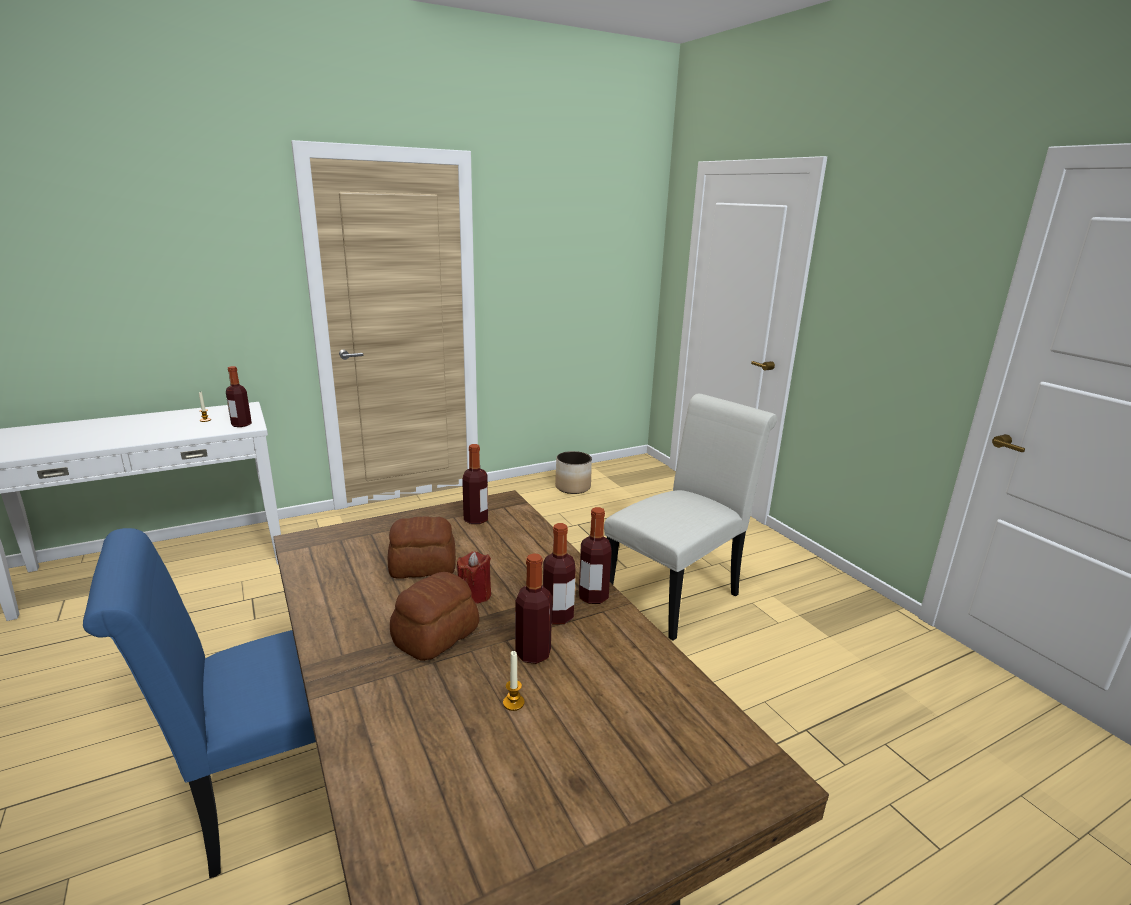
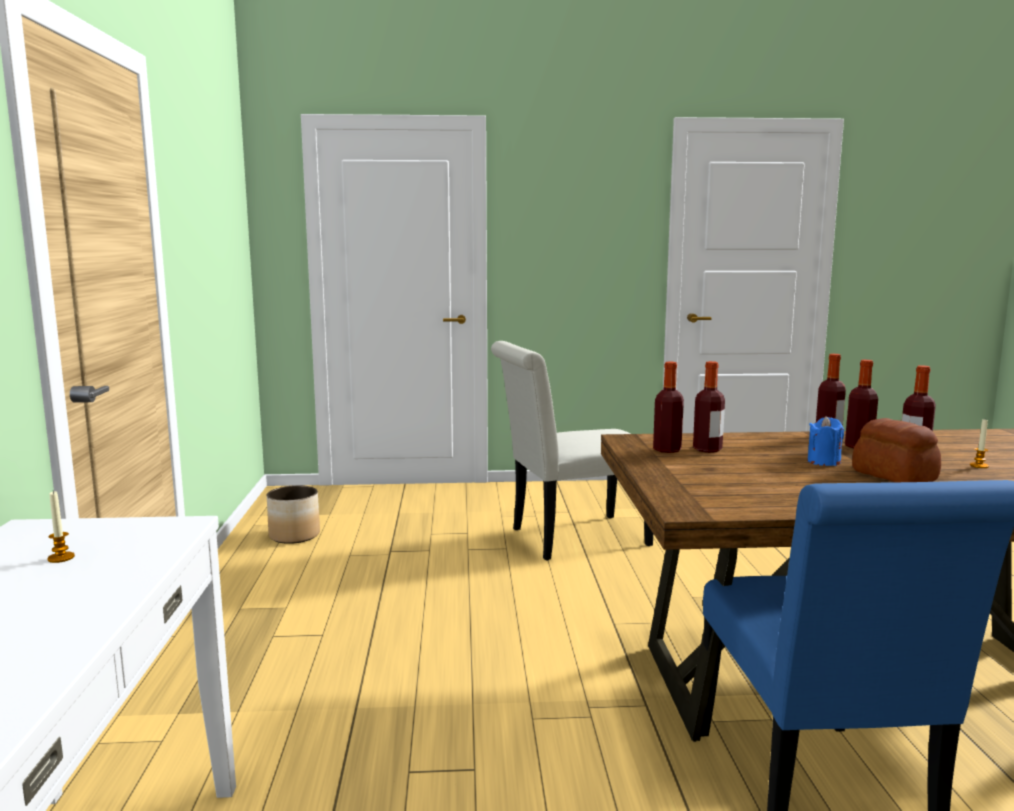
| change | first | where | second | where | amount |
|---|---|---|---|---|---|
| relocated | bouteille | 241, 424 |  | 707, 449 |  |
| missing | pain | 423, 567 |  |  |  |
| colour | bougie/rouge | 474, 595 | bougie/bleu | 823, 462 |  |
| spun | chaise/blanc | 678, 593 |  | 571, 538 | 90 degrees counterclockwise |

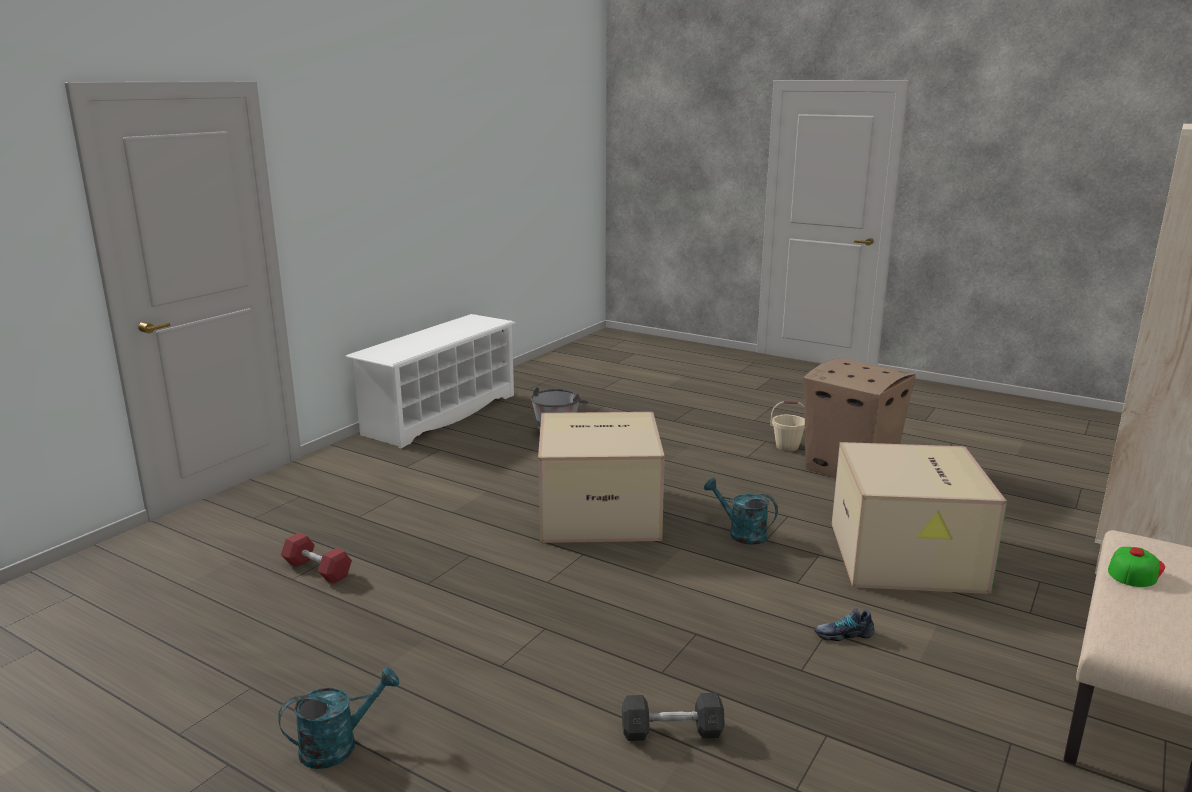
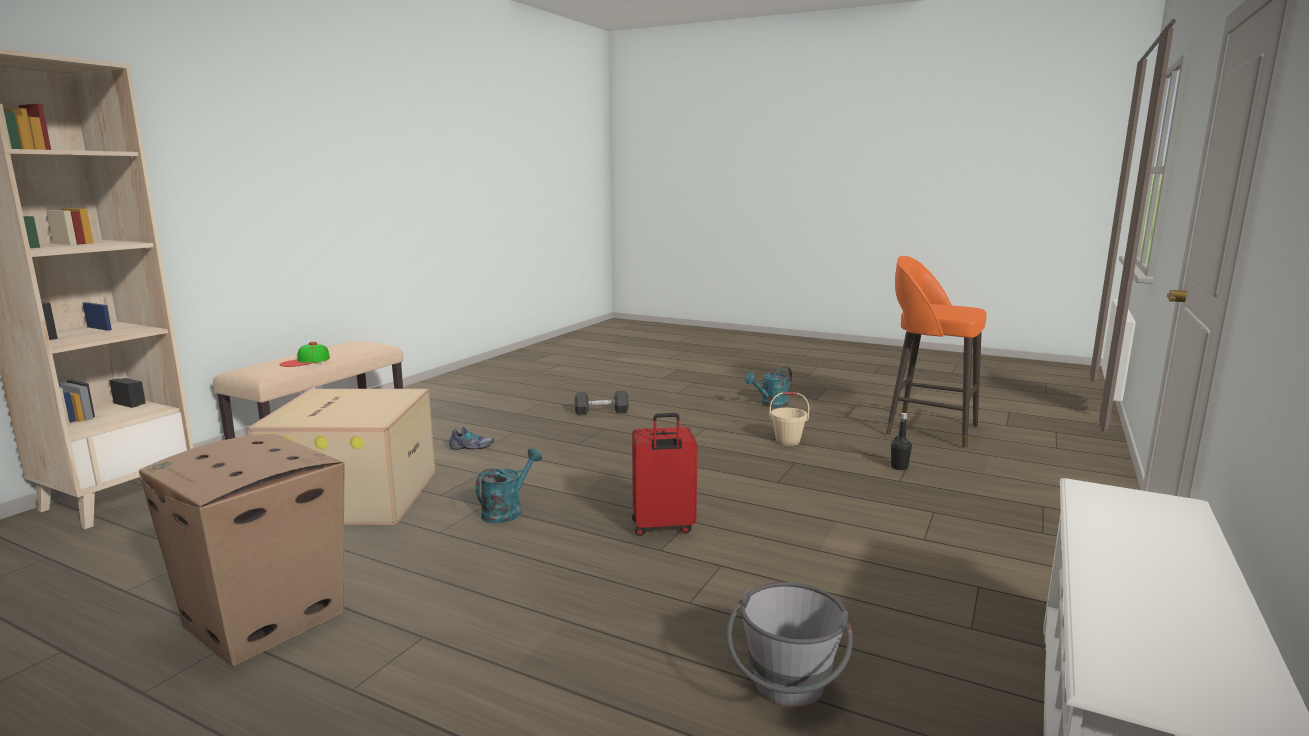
| change | first | where | second | where | amount |
|---|---|---|---|---|---|
| exchanged | haltère/rouge | 317, 569 | bouteille/noir | 899, 467 |  |
| exchanged | carton | 601, 512 | valise/rouge | 663, 527 |  |
| spun | arrosoir/turquoise | 741, 533 |  | 507, 511 | 90 degrees counterclockwise |
| relocated | seau/beige | 787, 447 |  | 788, 441 |  |
| appeared |  |  | tabouret/orange | 928, 429 |  |

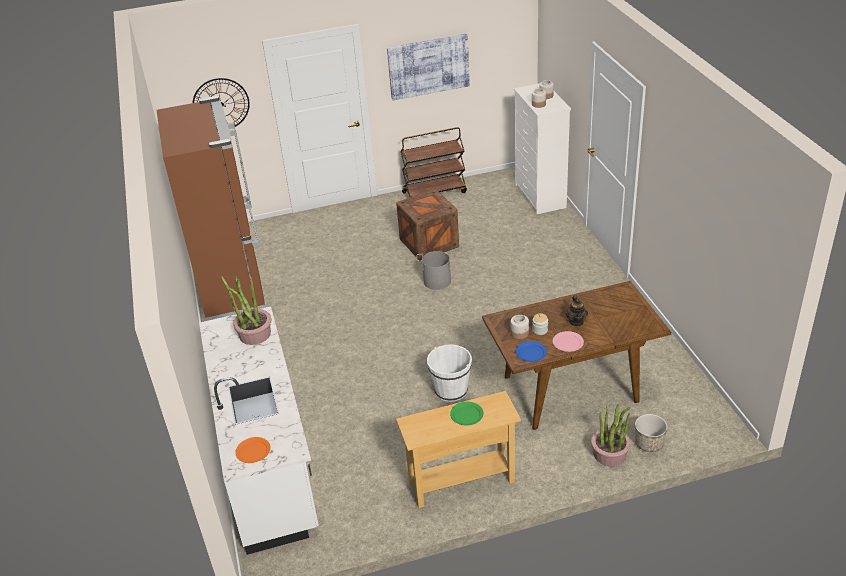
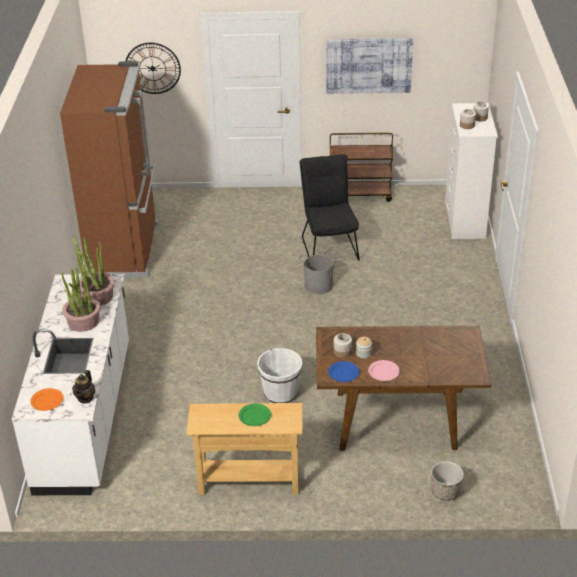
| change | first | where | second | where | amount |
|---|---|---|---|---|---|
| exchanged | caisse | 429, 243 | chaise/noir | 329, 246 |  |
| relocated | théière | 576, 321 |  | 85, 398 |  |
| relocated | plante en pot | 610, 454 |  | 83, 322 |  |

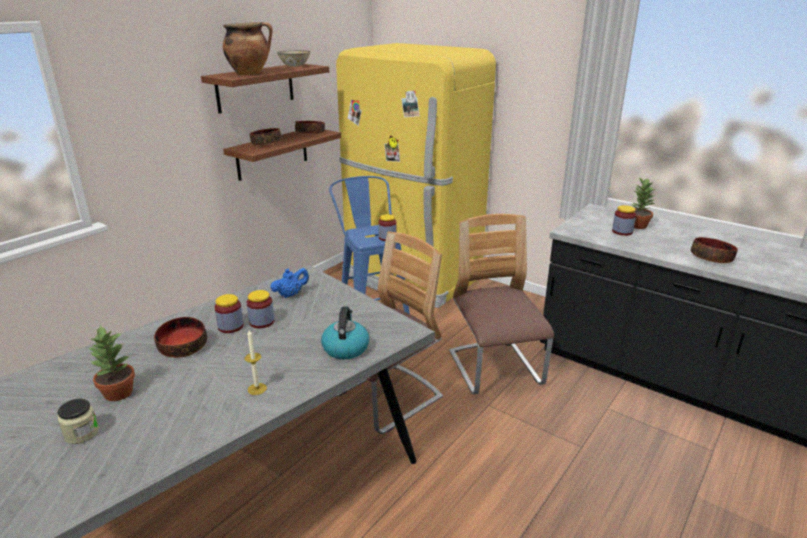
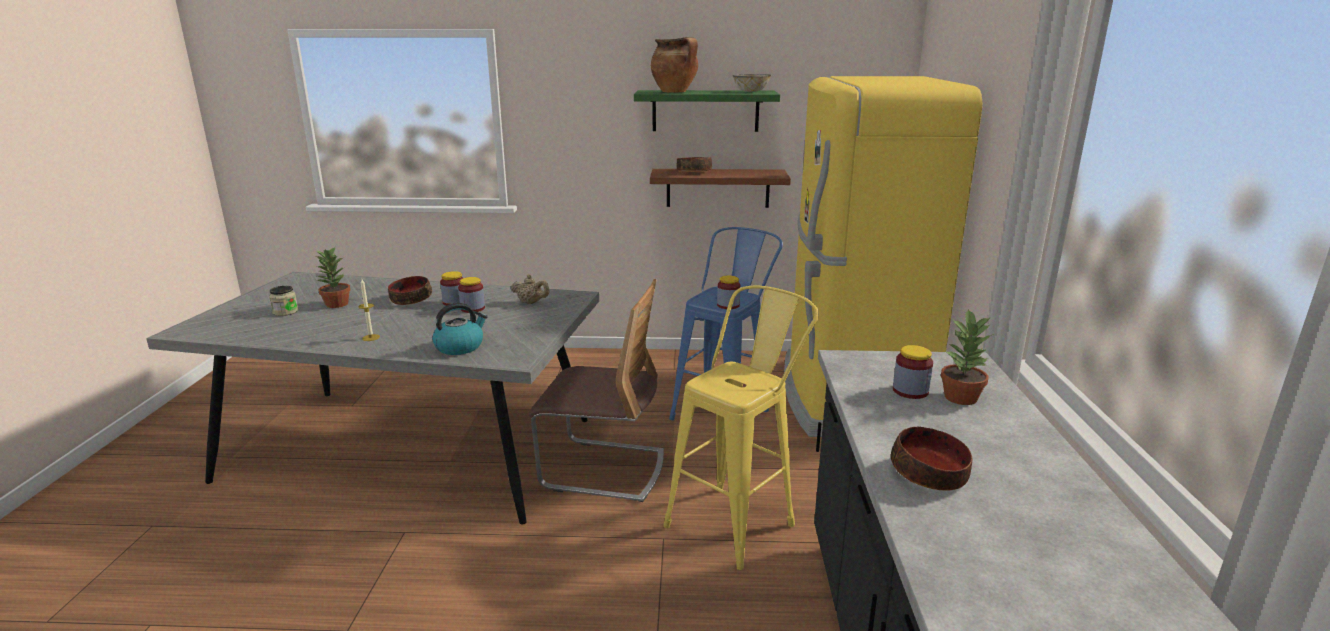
| change | first | where | second | where | amount |
|---|---|---|---|---|---|
| colour | étagère/marron | 255, 87 | étagère/vert | 705, 111 |  |
| colour | théière/bleu | 290, 294 | théière/beige | 531, 303 |  |
| missing | bol | 310, 134 |  |  |  |
| exchanged | chaise | 494, 369 | tabouret/jaune | 738, 520 |  |

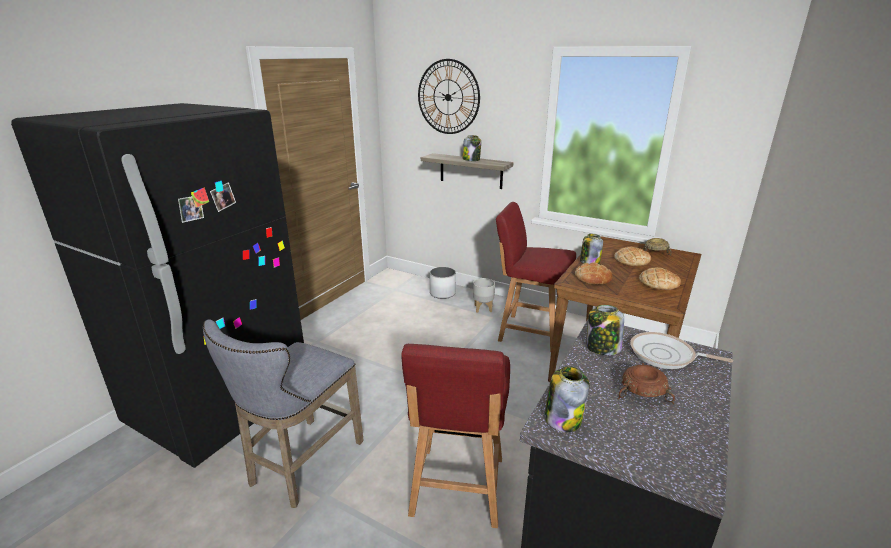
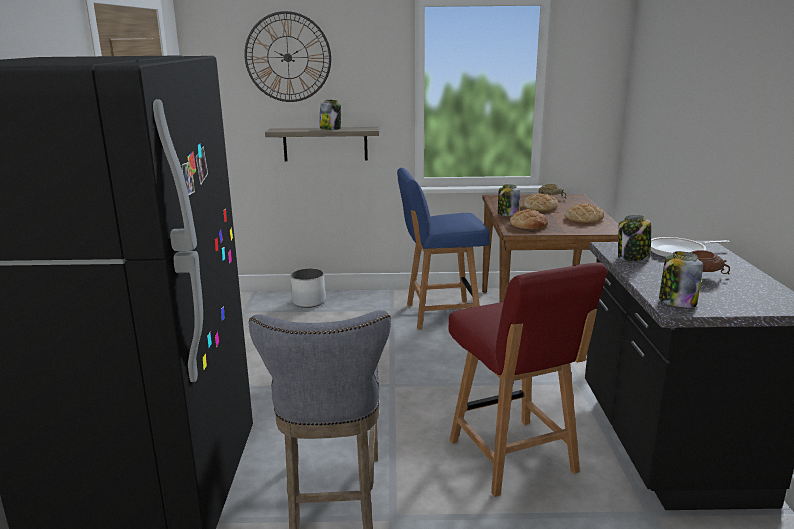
| change | first | where | second | where | amount |
|---|---|---|---|---|---|
| missing | cache-pot/gris | 483, 308 |  |  |  |
| colour | chaise/rouge | 529, 332 | chaise/bleu | 440, 314 |  |

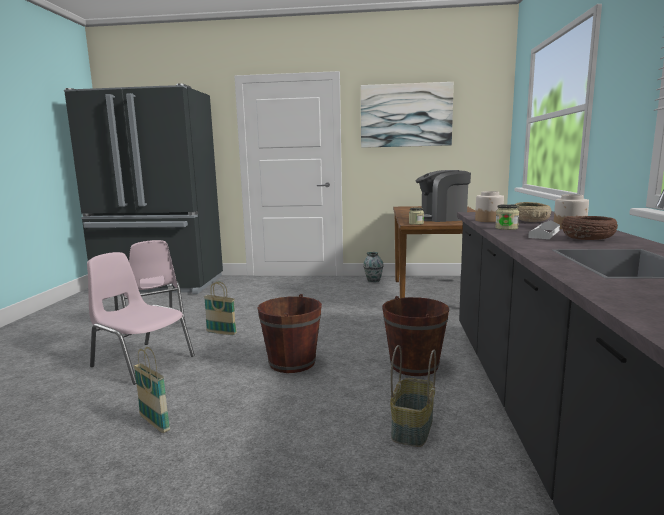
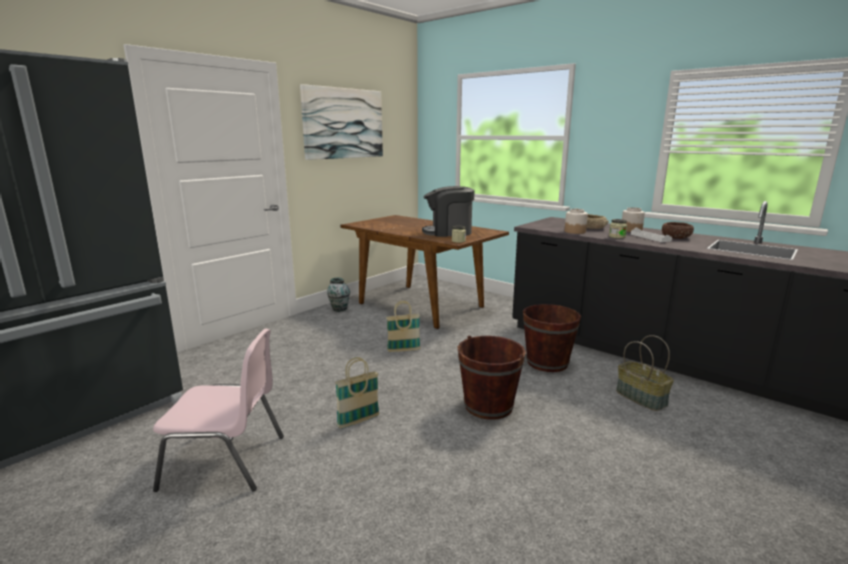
| change | first | where | second | where | amount |
|---|---|---|---|---|---|
| missing | chaise/rose | 141, 361 |  |  |  |
| relocated | panier | 154, 423 |  | 403, 350 |  |
| spun | machine à café | 441, 218 |  | 448, 232 | 60 degrees clockwise |

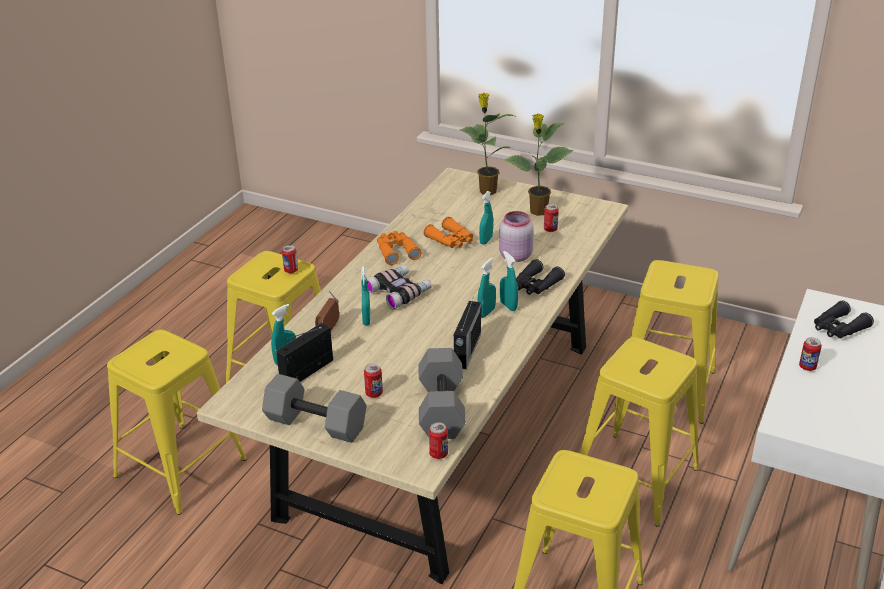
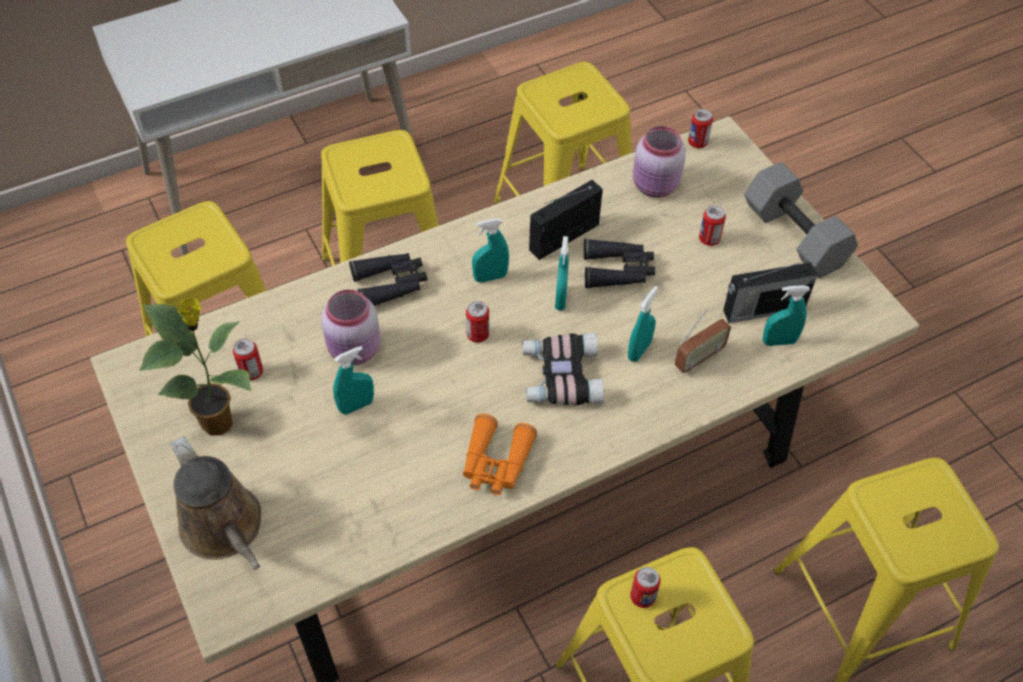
| change | first | where | second | where | amount |
|---|---|---|---|---|---|
| exchanged | haltère/gris | 440, 408 | bocal/rose | 655, 186 |  |
| missing | jumelles/orange | 451, 240 |  |  |  |
| exchanged | plante en pot | 487, 191 | arrosoir/marron | 225, 529 |  |
| relocated | vaporisateur/turquoise | 508, 306 |  | 560, 299 |  |
| relocated | boîte métallique | 807, 367 |  | 478, 335 |  |
| relocated | jumelles/noir | 838, 328 |  | 618, 270 |  |

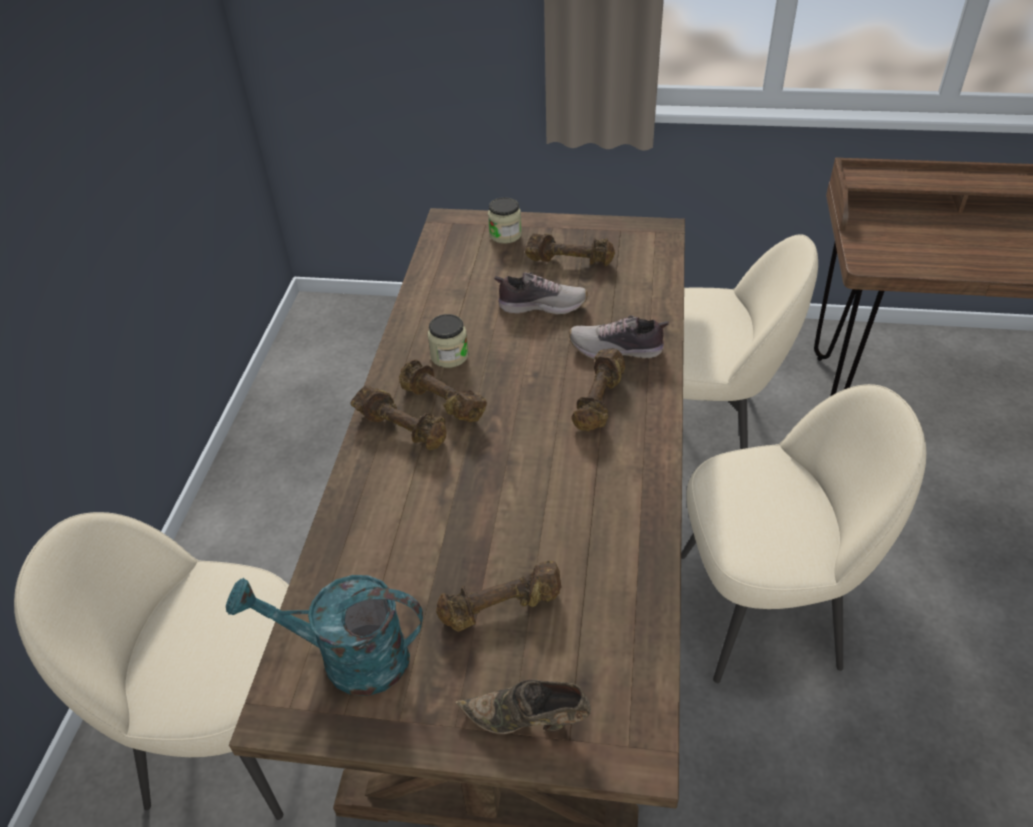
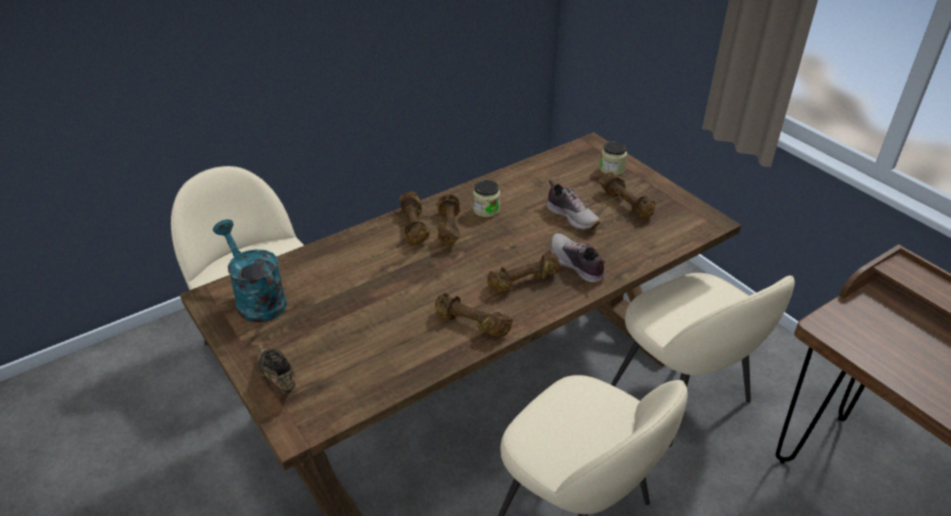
| change | first | where | second | where | amount |
|---|---|---|---|---|---|
| relocated | haltère/marron | 501, 608 |  | 471, 324 |  |

